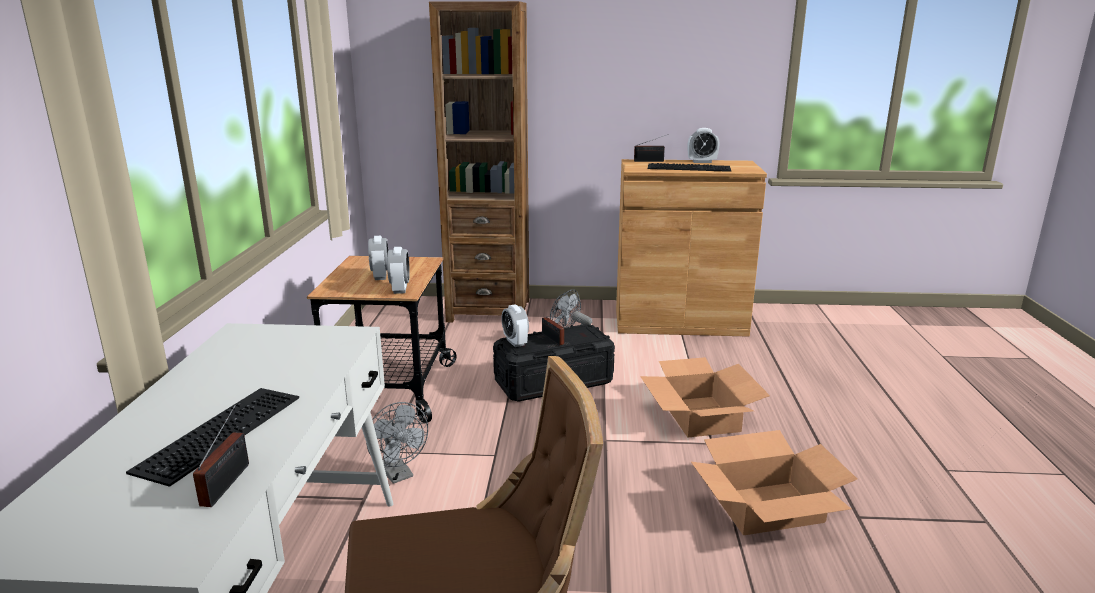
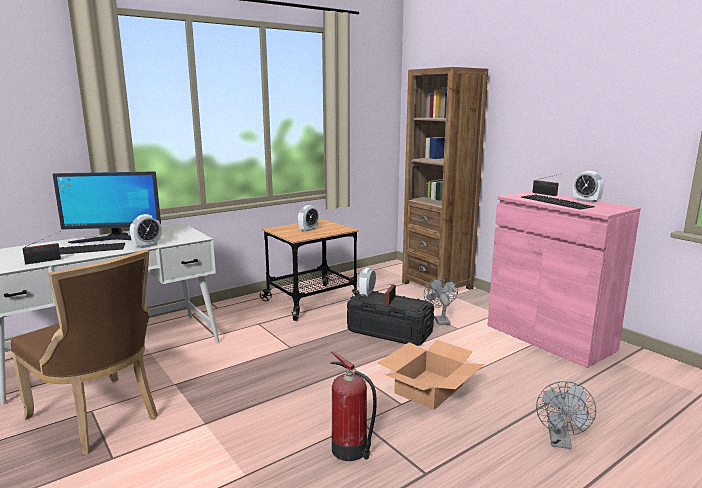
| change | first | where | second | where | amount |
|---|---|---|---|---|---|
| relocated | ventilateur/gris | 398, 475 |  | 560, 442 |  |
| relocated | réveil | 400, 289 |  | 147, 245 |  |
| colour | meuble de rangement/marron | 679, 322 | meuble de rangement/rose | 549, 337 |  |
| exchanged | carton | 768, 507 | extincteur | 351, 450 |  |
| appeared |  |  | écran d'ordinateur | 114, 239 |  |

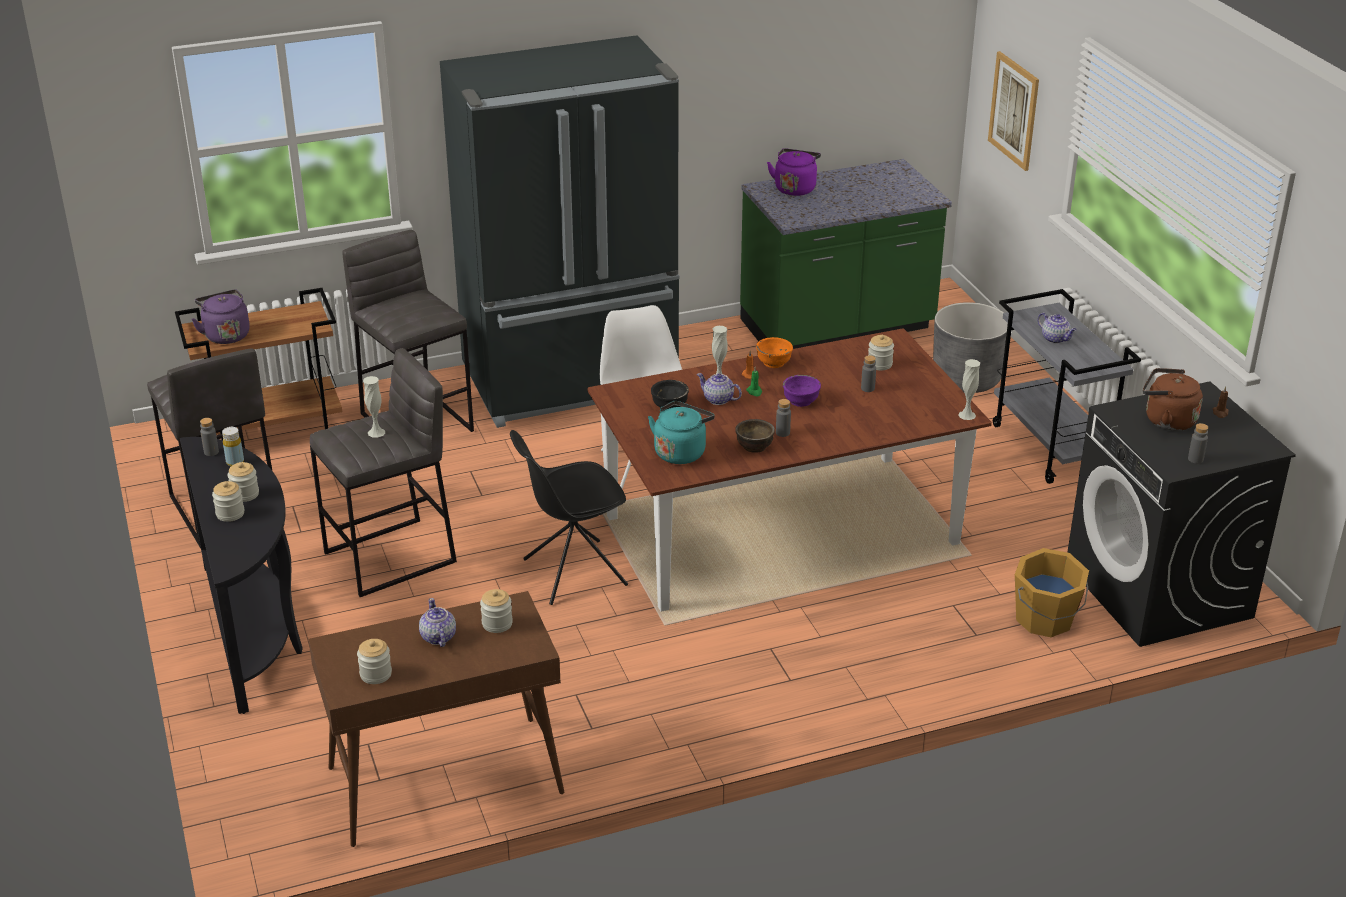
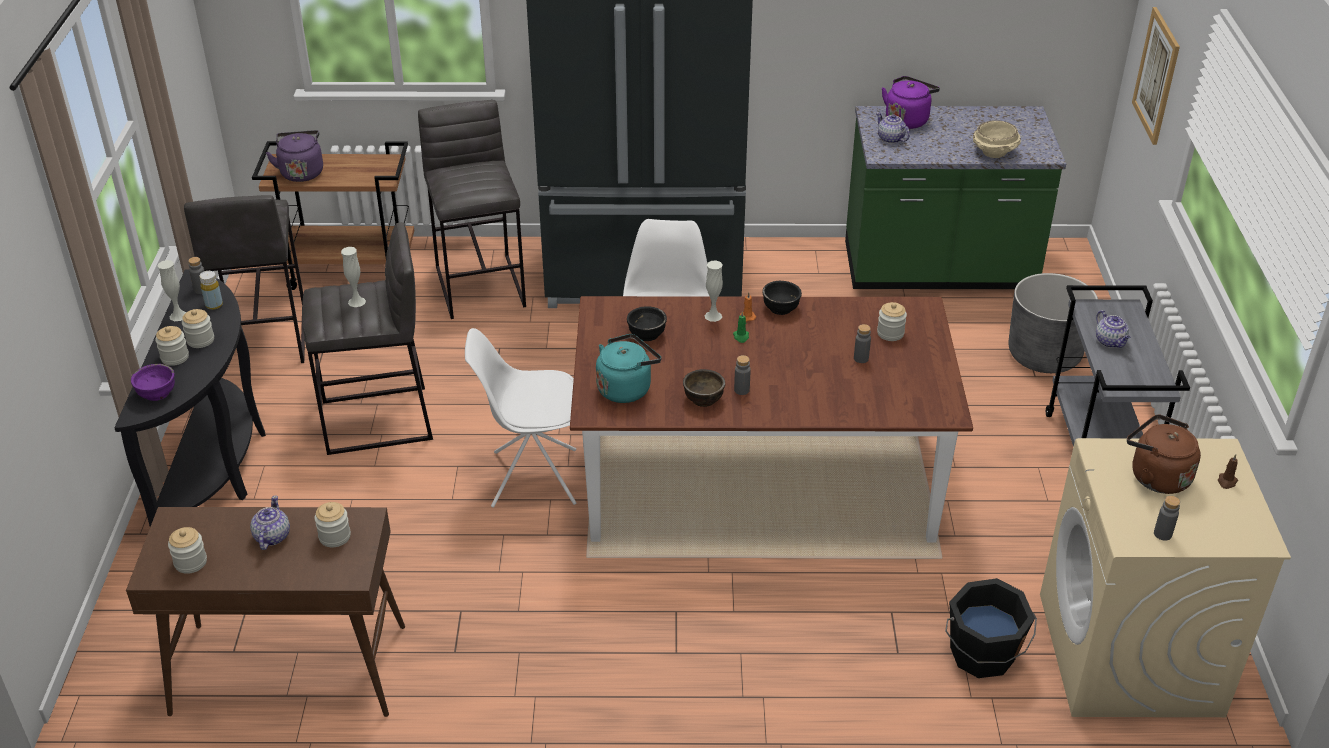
| change | first | where | second | where | amount |
|---|---|---|---|---|---|
| colour | chaise/noir | 572, 573 | chaise/blanc | 532, 478 |  |
| relocated | théière | 718, 400 |  | 891, 139 |  |
| colour | bol/orange | 773, 363 | bol/noir | 780, 308 |  |
| relocated | bol/violet | 801, 401 |  | 157, 393 |  |
| relocated | vase/blanc | 967, 415 |  | 178, 316 |  |
| colour | seau/orange | 1045, 619 | seau/noir | 983, 655 |  |
| colour | lave-linge/noir | 1159, 591 | lave-linge/beige | 1130, 655 |  |
| appeared |  |  | bol/beige | 994, 153 |  |

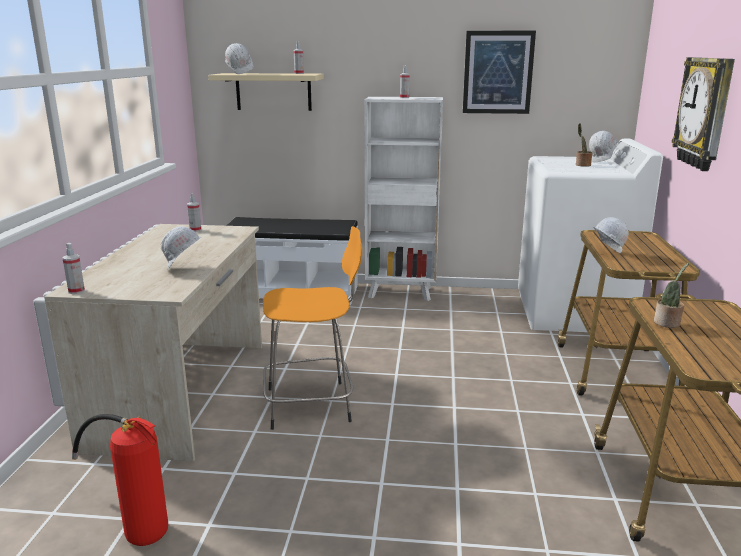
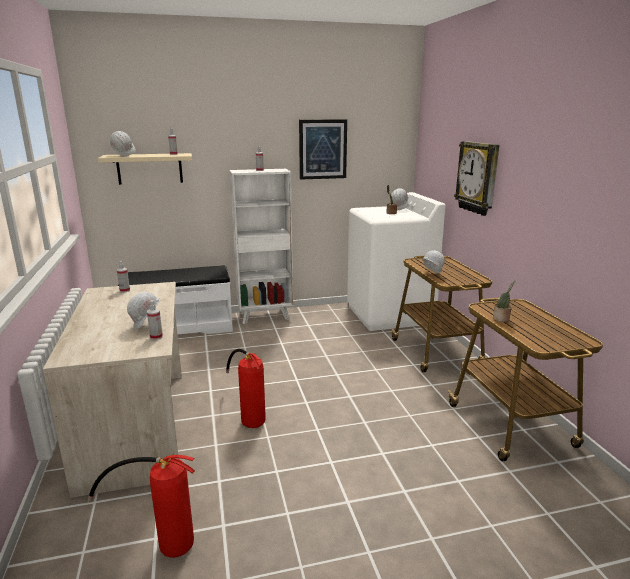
| change | first | where | second | where | amount |
|---|---|---|---|---|---|
| relocated | vaporisateur | 76, 291 |  | 156, 337 |  |
| exchanged | tabouret/orange | 312, 404 | extincteur | 248, 414 |  |

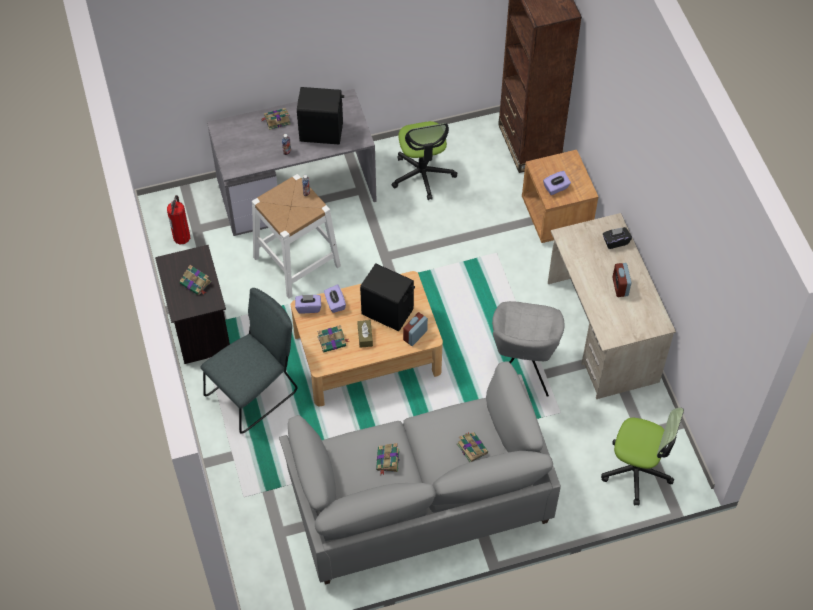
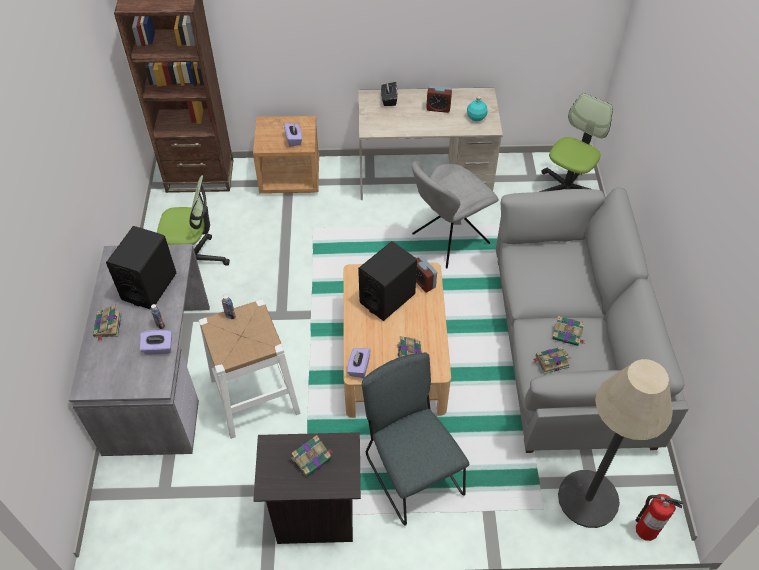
| change | first | where | second | where | amount |
|---|---|---|---|---|---|
| relocated | extincteur | 182, 237 |  | 646, 529 |  |
| relocated | boîte à mouchoirs/violet | 335, 303 |  | 158, 348 |  |
| missing | boîte à mouchoirs/marron | 365, 336 |  |  |  |
| relocated | livre | 471, 448 |  | 551, 361 |  |
| spun | chaise/gris | 521, 370 |  | 448, 240 | 120 degrees clockwise |
| appeared |  |  | bouteille/turquoise | 476, 117 |  |
| appeared |  |  | lampadaire | 588, 499 |  |

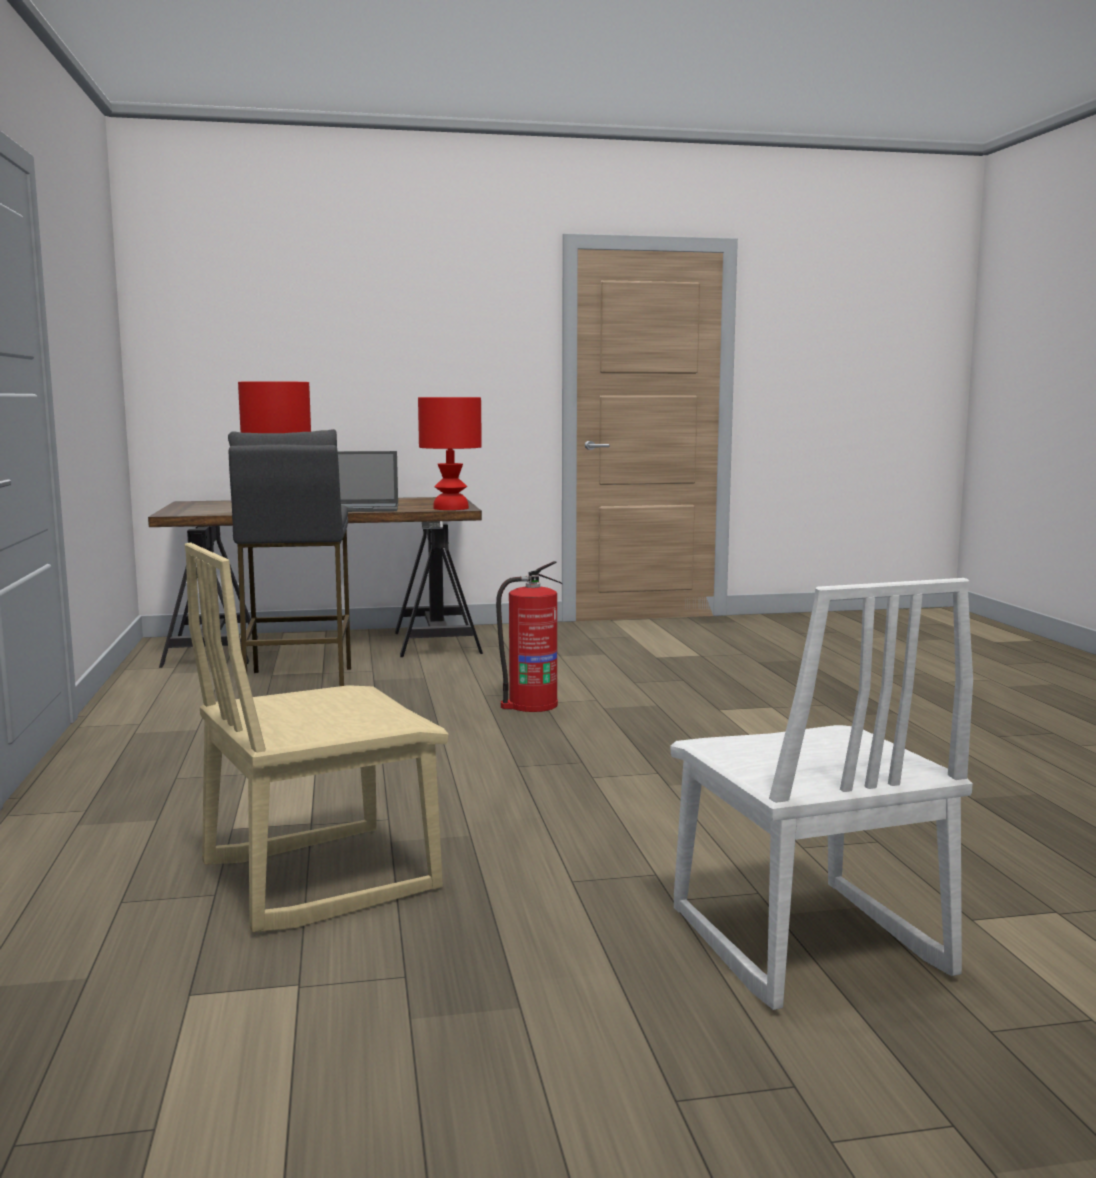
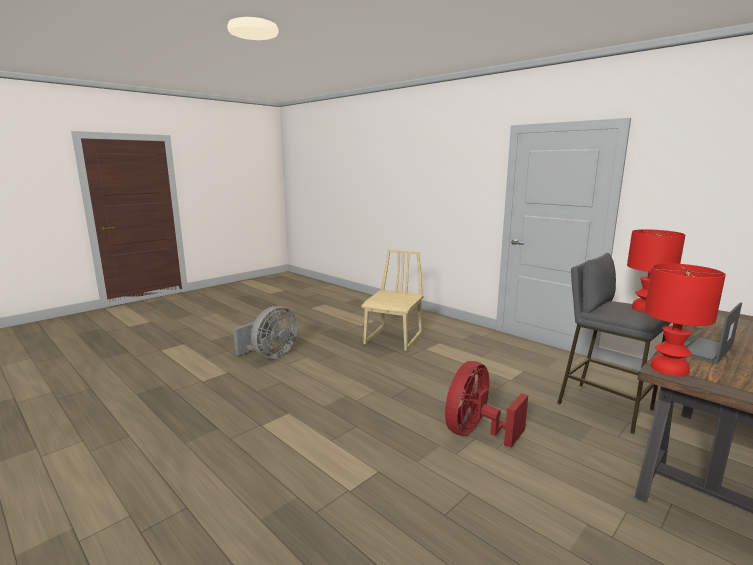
| change | first | where | second | where | amount |
|---|---|---|---|---|---|
| exchanged | extincteur | 531, 705 | ventilateur/rouge | 476, 432 |  |
| exchanged | chaise/blanc | 804, 944 | ventilateur/gris | 270, 355 |  |

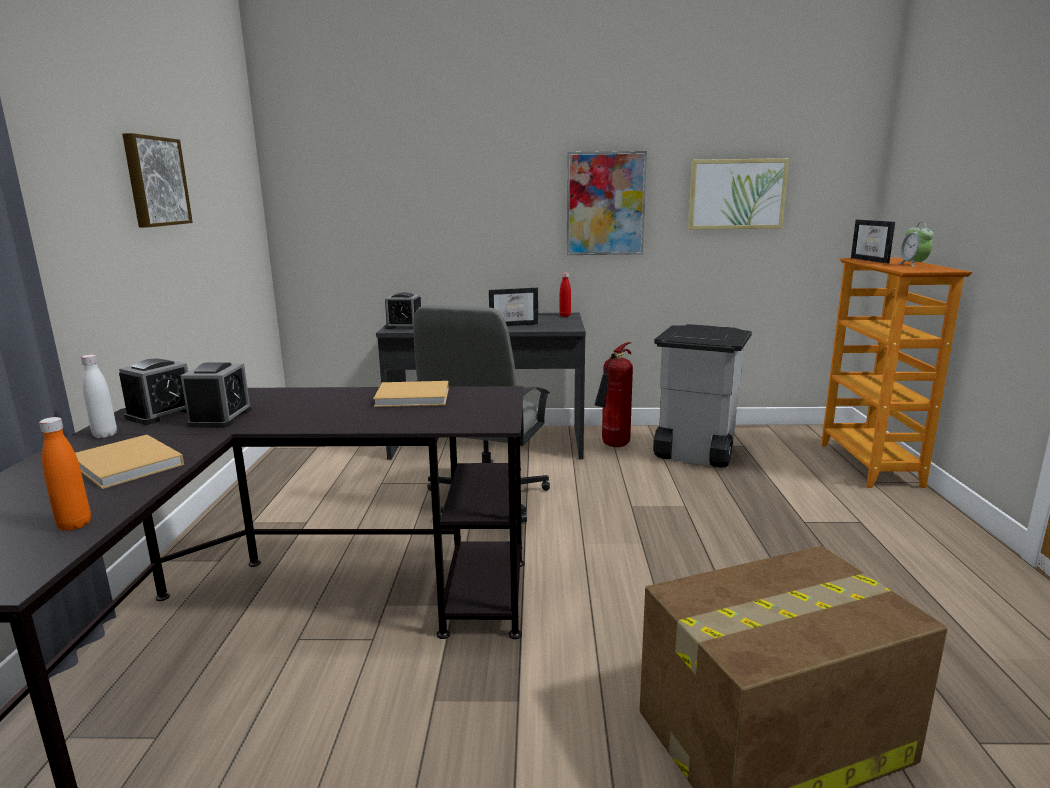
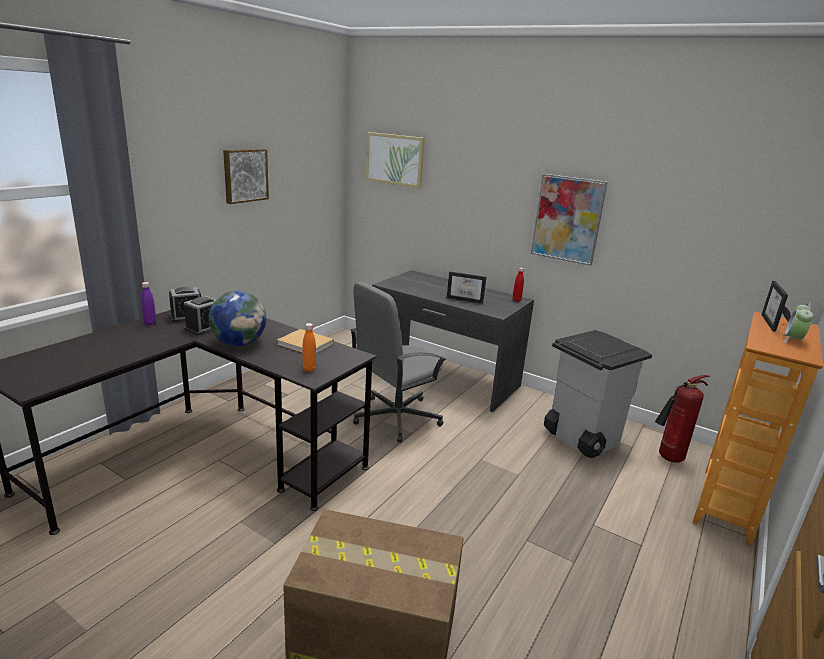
| change | first | where | second | where | amount |
|---|---|---|---|---|---|
| relocated | bouteille/orange | 74, 525 |  | 309, 369 |  |
| missing | livre/beige | 128, 465 |  |  |  |
| colour | bouteille/blanc | 105, 435 | bouteille/violet | 150, 323 |  |
| missing | réveil | 404, 326 |  |  |  |
| relocated | extincteur | 613, 446 |  | 668, 459 |  |
| relocated | tableau | 736, 194 |  | 395, 159 |  |
| appeared |  |  | globe | 239, 343 |  |

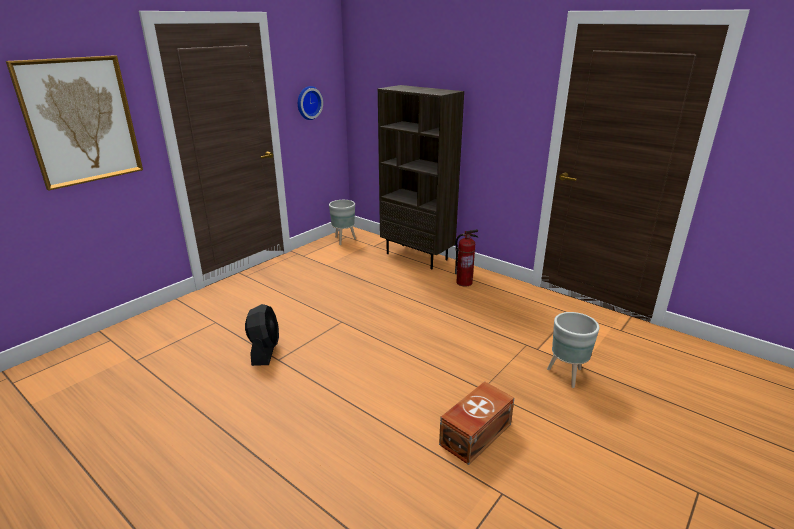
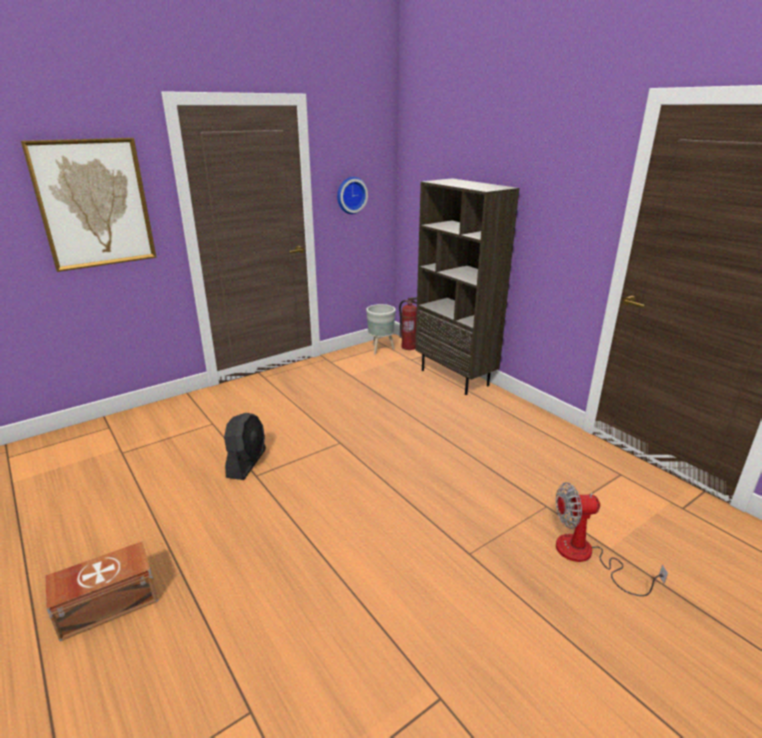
| change | first | where | second | where | amount |
|---|---|---|---|---|---|
| relocated | boîte de rangement/marron | 474, 434 |  | 106, 604 |  |
| relocated | extincteur | 464, 282 |  | 409, 347 |  |
| exchanged | cache-pot/gris | 567, 375 | ventilateur | 586, 556 |  |

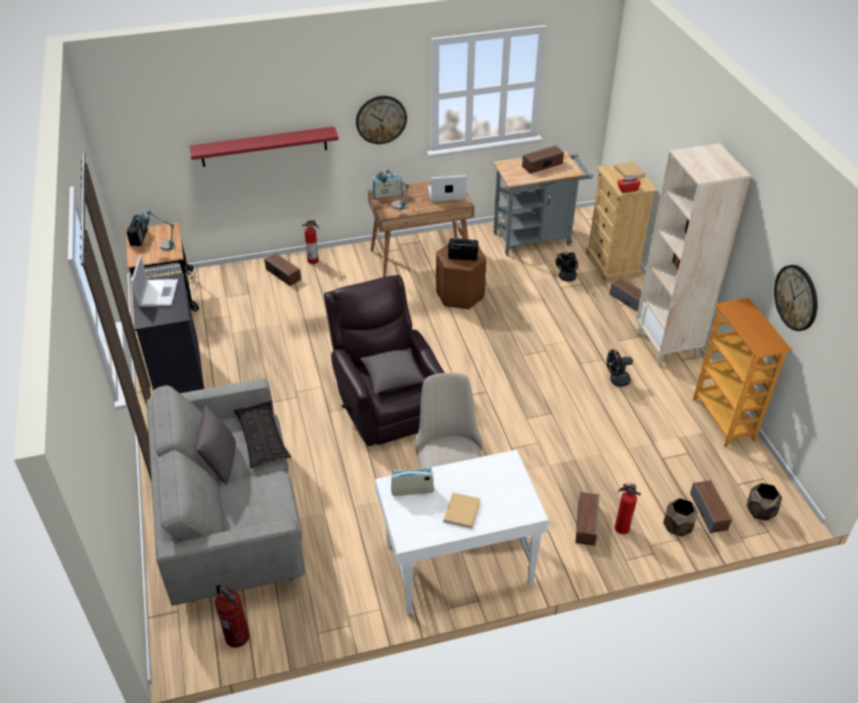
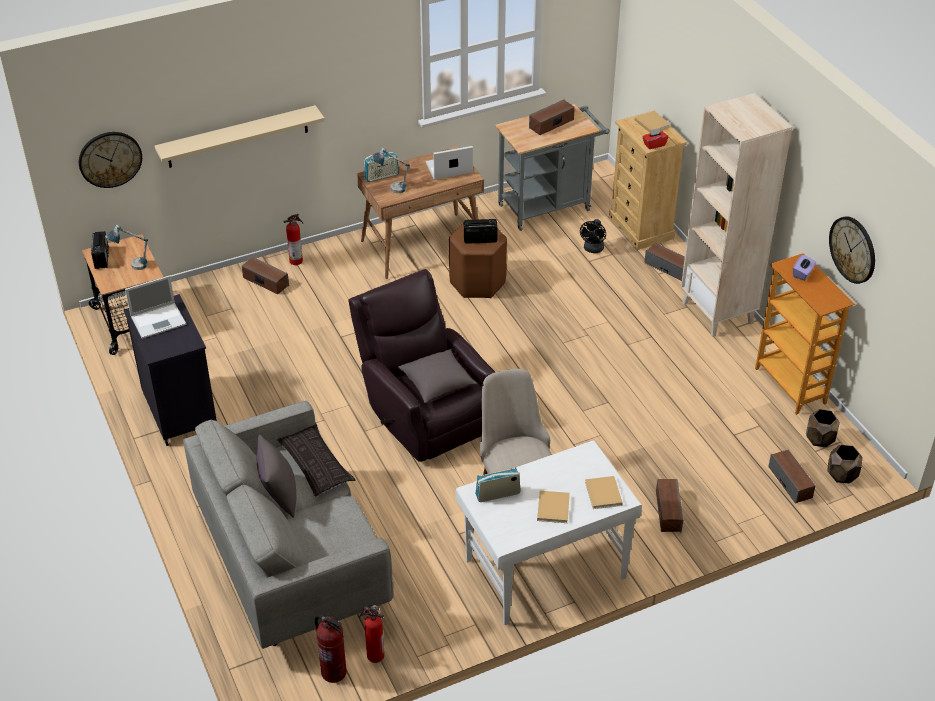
| change | first | where | second | where | amount |
|---|---|---|---|---|---|
| spun | ordinateur portable | 158, 292 |  | 159, 320 | 75 degrees clockwise |
| colour | étagère/rouge | 264, 146 | étagère/beige | 237, 137 |  |
| relocated | horloge murale | 381, 119 |  | 110, 159 |  |
| missing | ventilateur/noir | 616, 380 |  |  |  |
| relocated | extincteur | 621, 527 |  | 374, 655 |  |
| relocated | cache-pot/marron | 677, 527 |  | 819, 439 |  |
| appeared |  |  | livre/beige | 603, 494 |  |
| appeared |  |  | boîte à mouchoirs/violet | 803, 273 |  |

